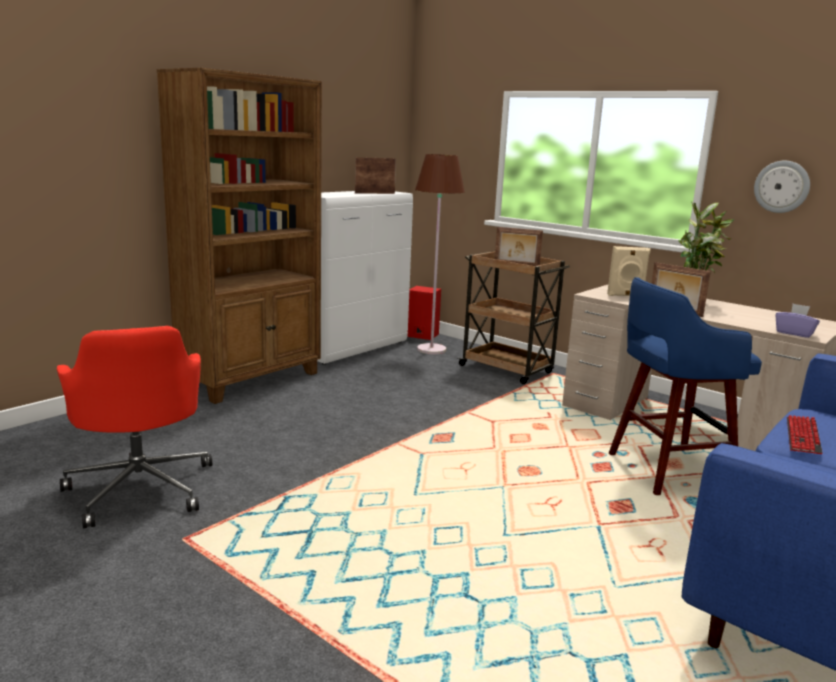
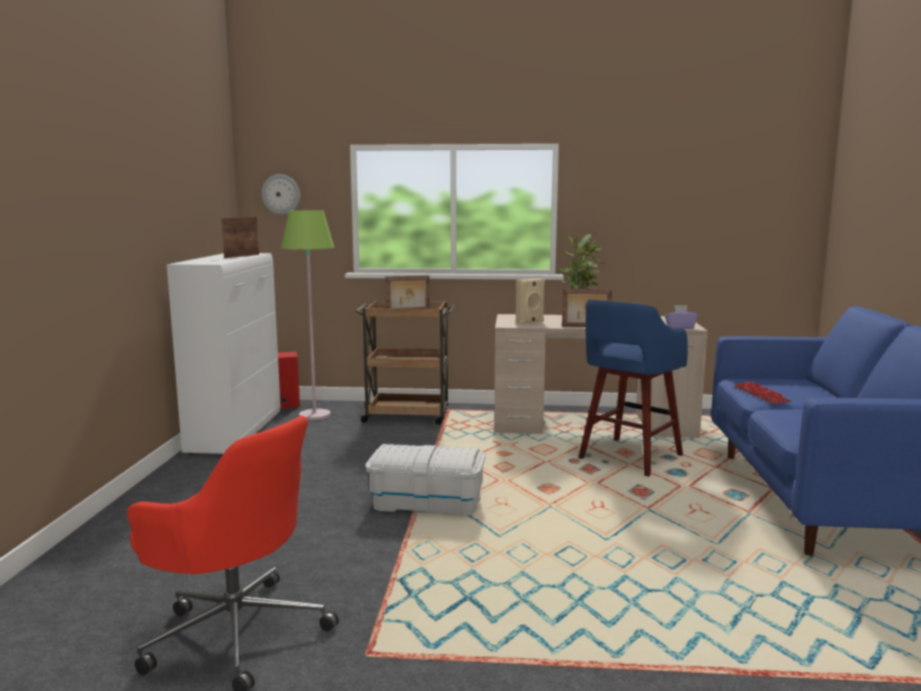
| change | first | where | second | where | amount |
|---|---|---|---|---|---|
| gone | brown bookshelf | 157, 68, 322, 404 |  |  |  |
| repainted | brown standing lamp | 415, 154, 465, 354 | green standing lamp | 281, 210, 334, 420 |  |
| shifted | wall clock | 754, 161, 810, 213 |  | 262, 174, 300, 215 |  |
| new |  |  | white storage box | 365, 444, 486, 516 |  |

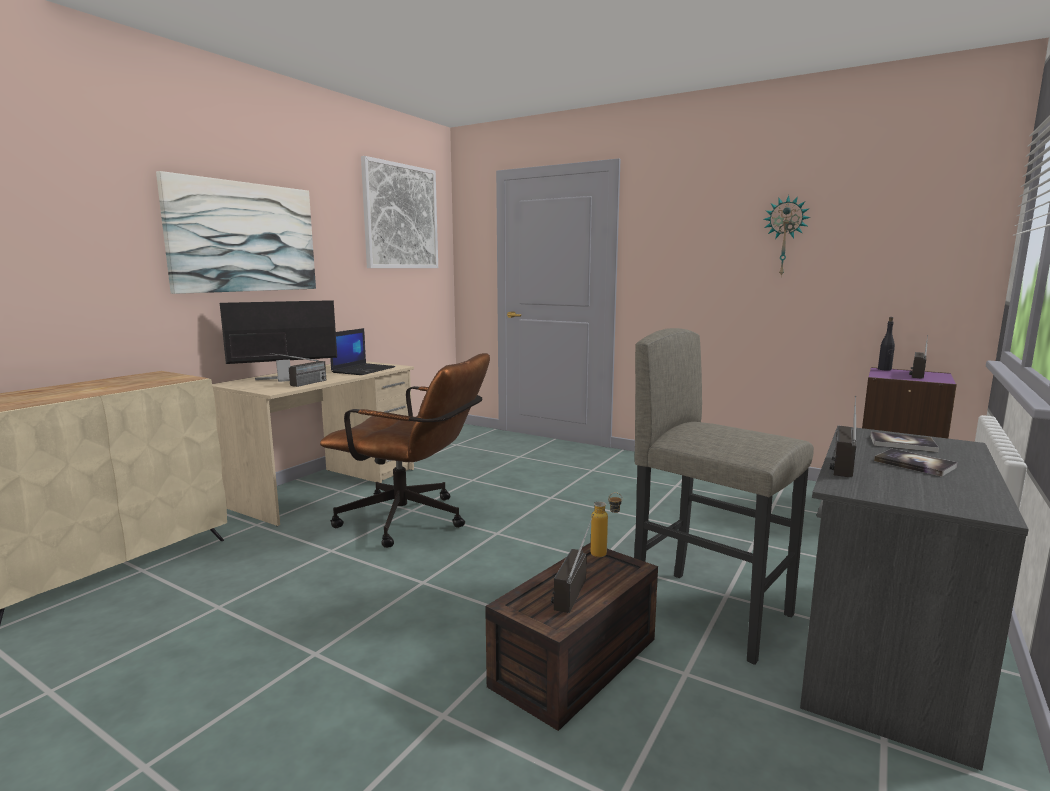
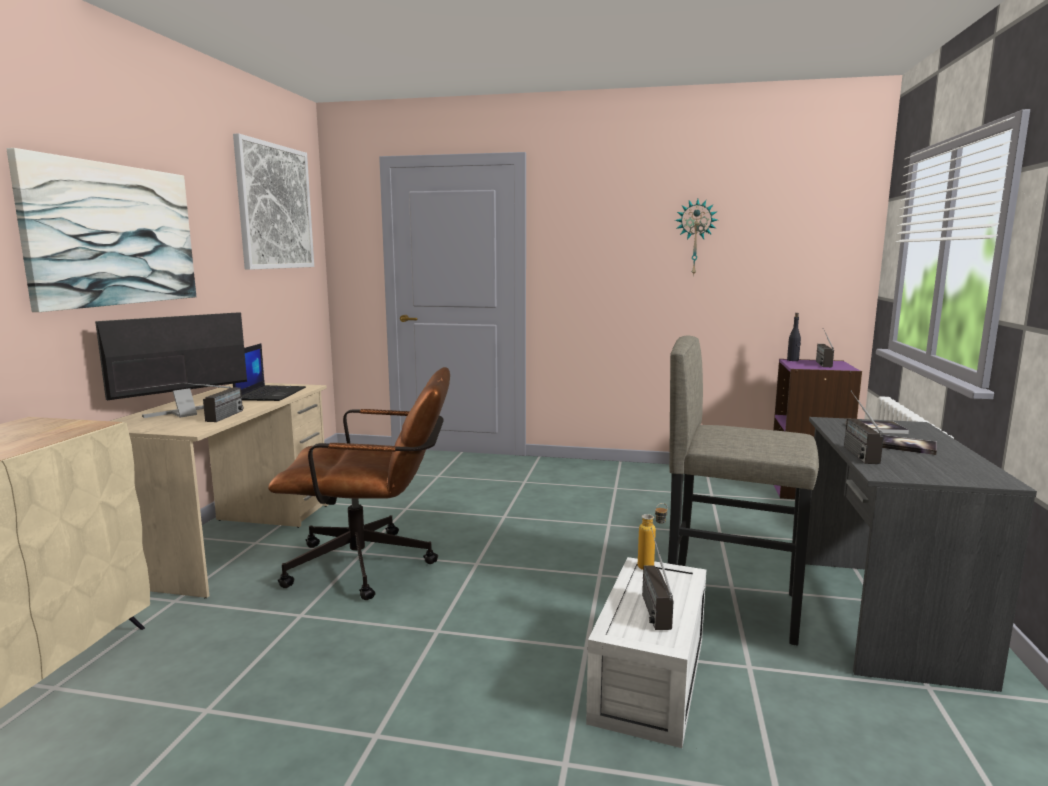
| change | first | where | second | where | amount |
|---|---|---|---|---|---|
| repainted | brown storage box | 485, 543, 658, 731 | white storage box | 586, 557, 706, 748 |  |

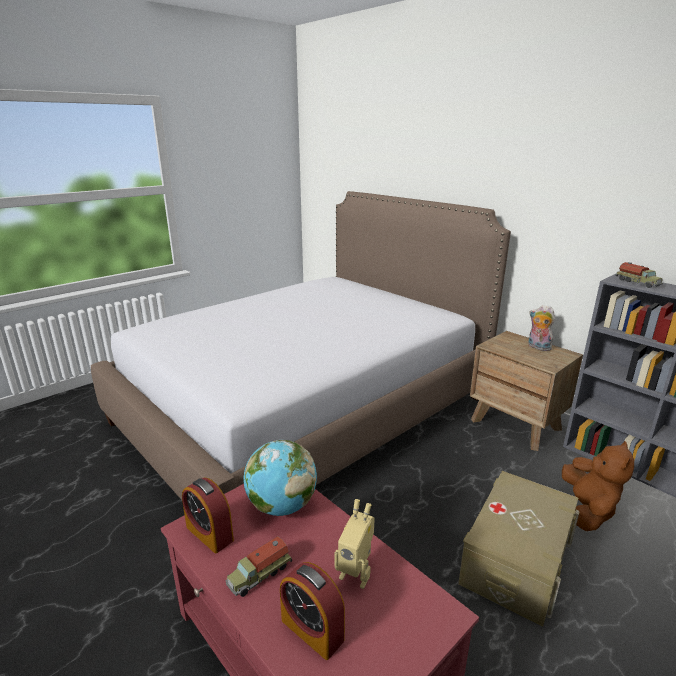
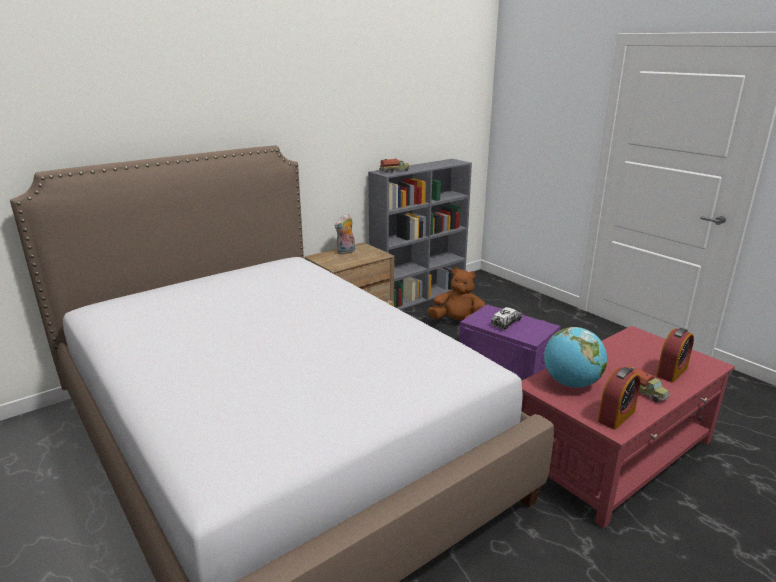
| change | first | where | second | where | amount |
|---|---|---|---|---|---|
| repainted | beige storage box | 458, 471, 579, 626 | purple-coloured storage box | 459, 304, 560, 379 |  |
| gone | model robot | 335, 499, 375, 589 |  |  |  |
| new |  |  | toy lorry | 491, 307, 522, 330 |  |

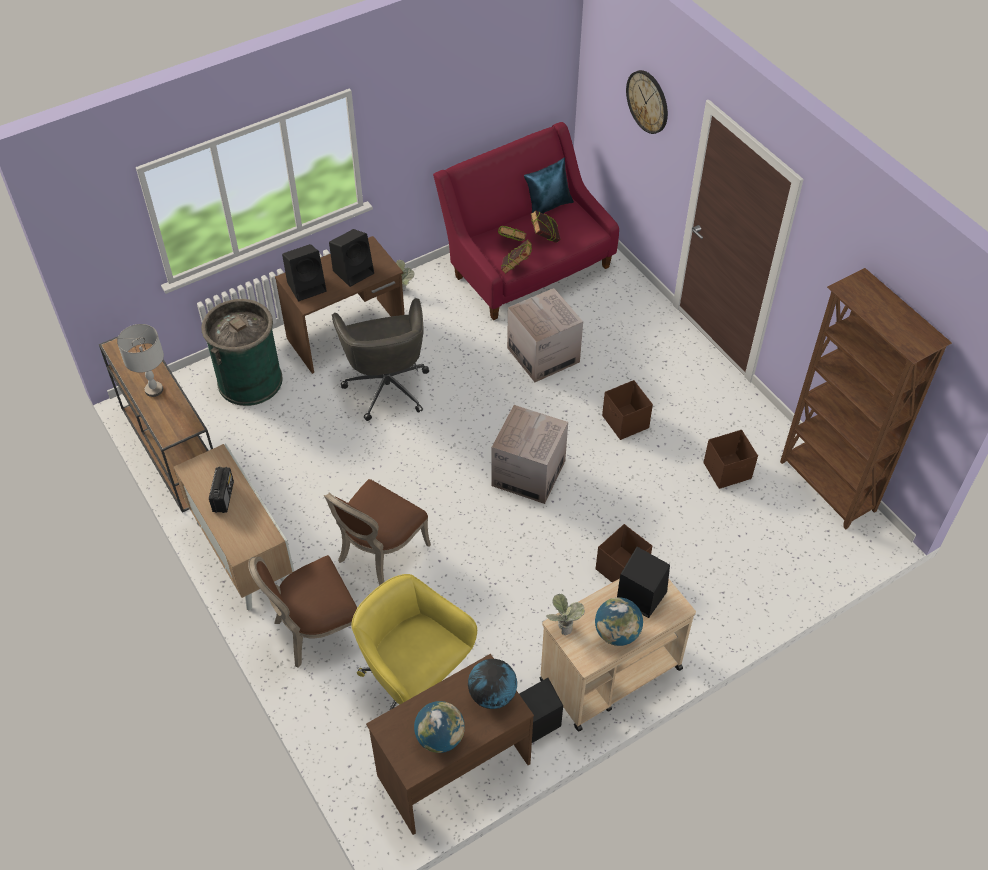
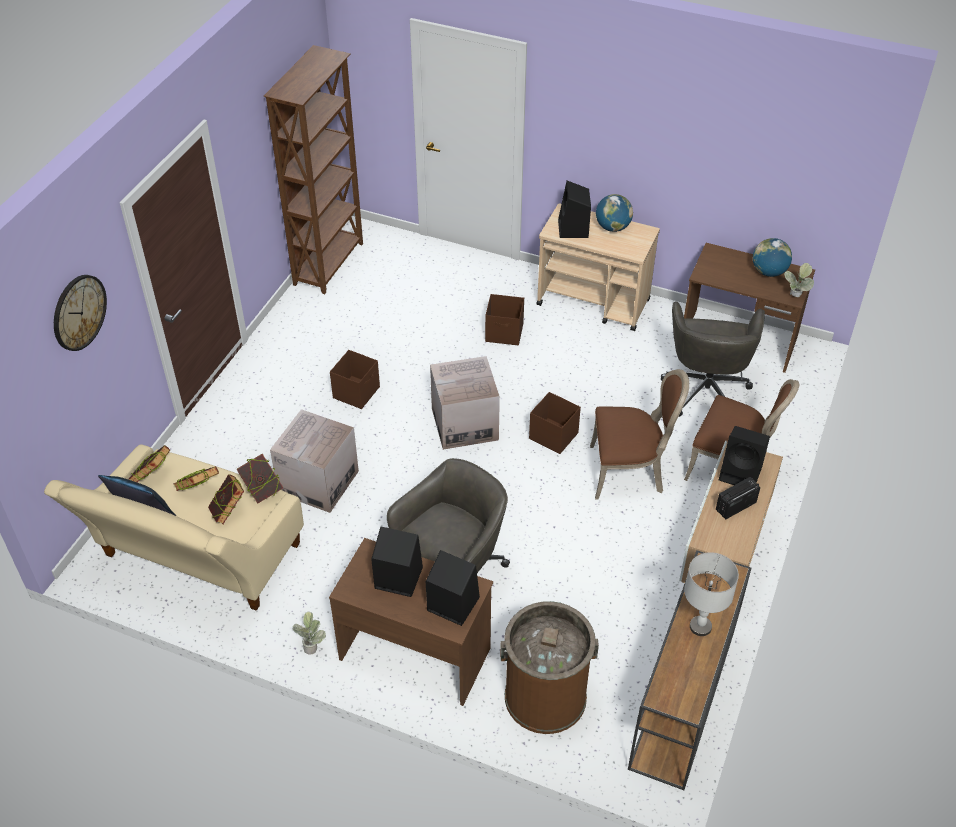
| change | first | where | second | where | amount |
|---|---|---|---|---|---|
| repainted | red-coloured couch | 433, 122, 619, 320 | beige couch | 44, 445, 304, 611 |  |
| repainted | green rubbish bin | 201, 299, 283, 406 | brown rubbish bin | 500, 601, 599, 734 |  |
| shifted | brown storage box | 704, 430, 758, 489 |  | 529, 392, 581, 454 |  |
| repainted | yellow-coloured desk chair | 351, 574, 477, 710 | gray desk chair | 661, 301, 765, 417 |  |
| shifted | houseplant | 546, 594, 585, 635 |  | 784, 263, 814, 297 |  |
| gone | globe | 468, 659, 517, 709 |  |  |  |
| shifted | blackish speaker | 519, 678, 563, 743 |  | 719, 426, 770, 485 |  |
| new |  |  | bound book | 129, 445, 170, 482 |  |

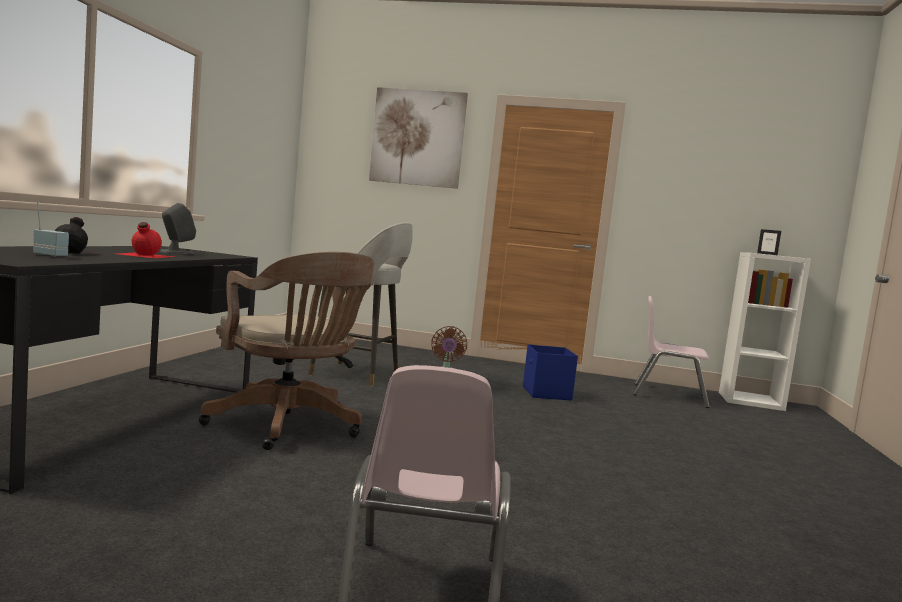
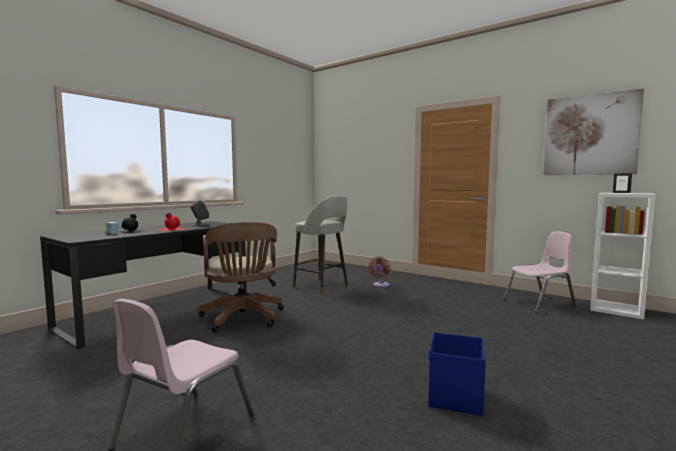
| change | first | where | second | where | amount |
|---|---|---|---|---|---|
| shifted | picture | 369, 87, 468, 189 |  | 543, 88, 644, 175 |  |
| rotated | pink upright chair | 633, 296, 710, 408 |  | 503, 231, 576, 313 | 120 degrees clockwise |
| shifted | bluish storage box | 523, 344, 578, 400 |  | 428, 332, 486, 416 |  |

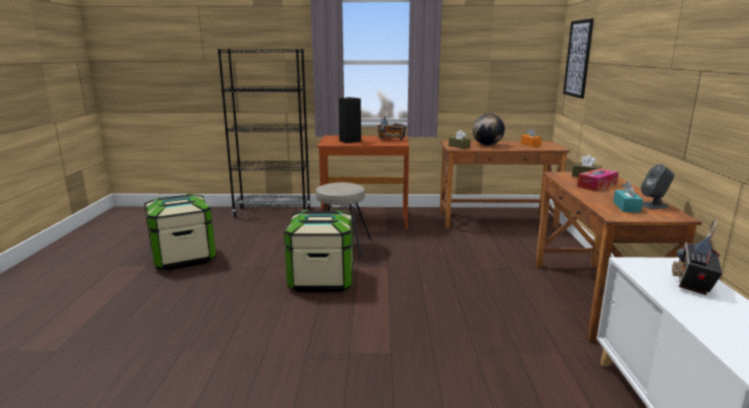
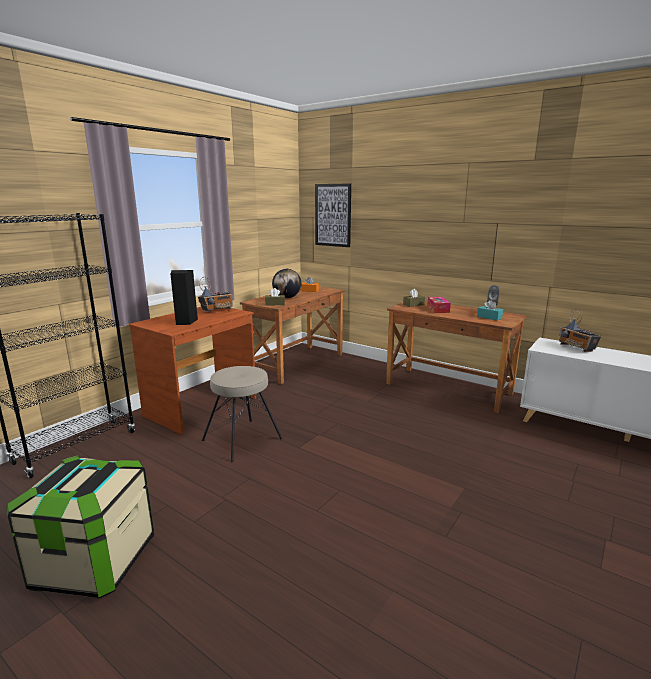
| change | first | where | second | where | amount |
|---|---|---|---|---|---|
| gone | storage box | 284, 210, 354, 292 |  |  |  |

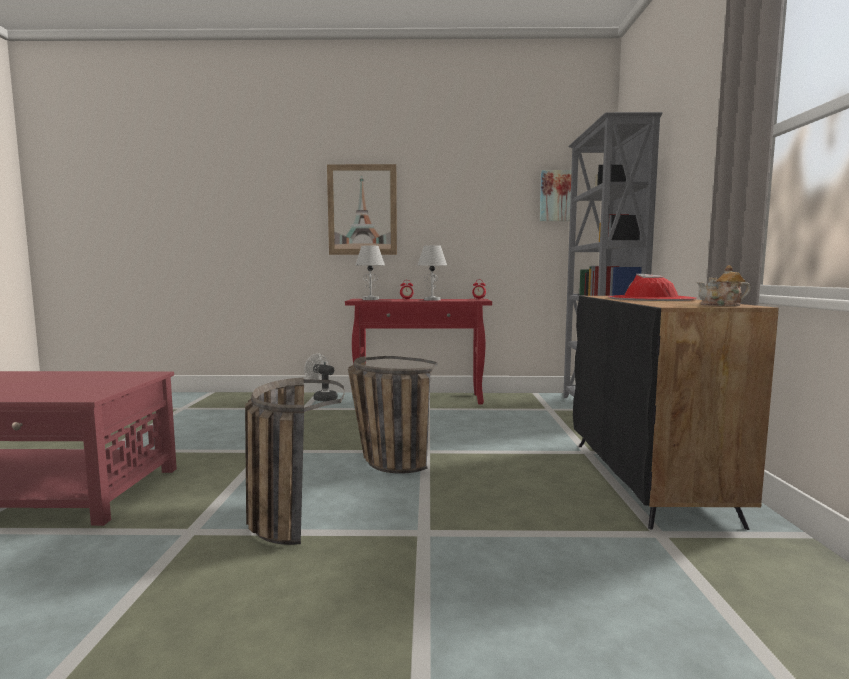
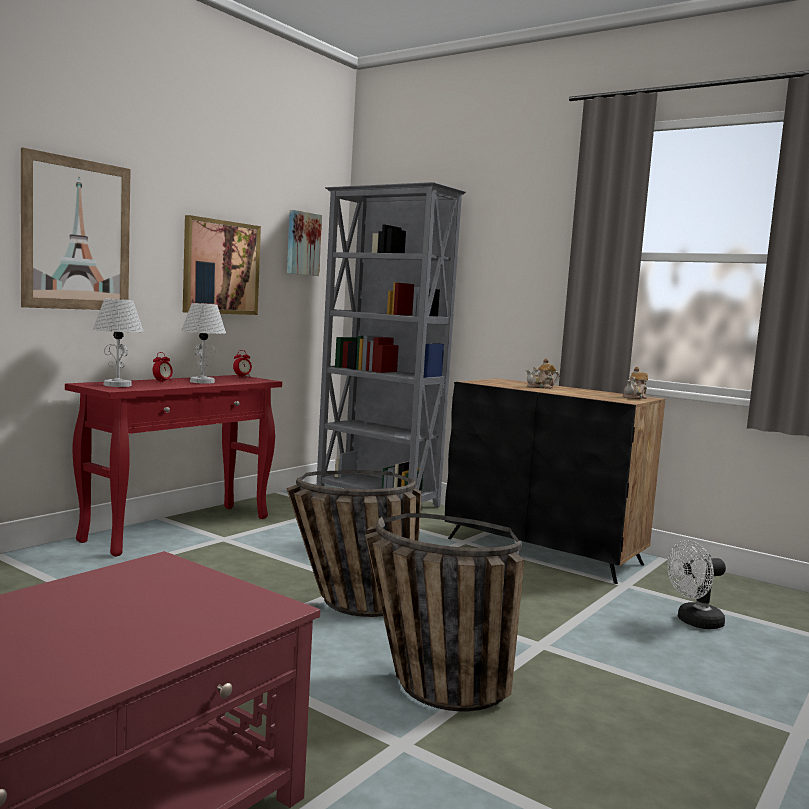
| change | first | where | second | where | amount |
|---|---|---|---|---|---|
| swapped | red-coloured hat | 608, 274, 697, 301 | teapot | 526, 358, 559, 389 |  |
| shifted | white fan | 304, 353, 338, 401 |  | 667, 540, 726, 629 |  |
| new |  |  | picture | 183, 215, 261, 315 |  |

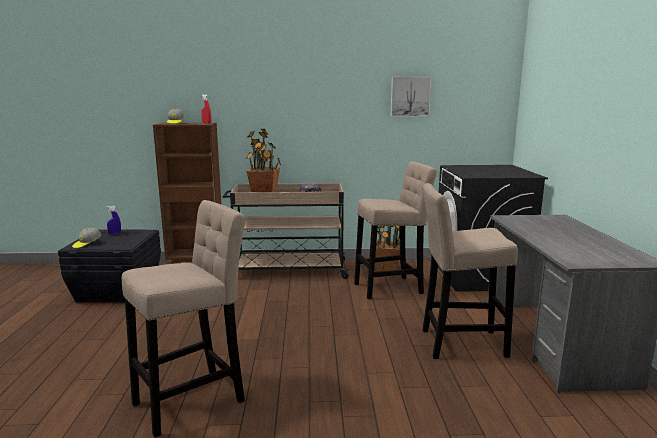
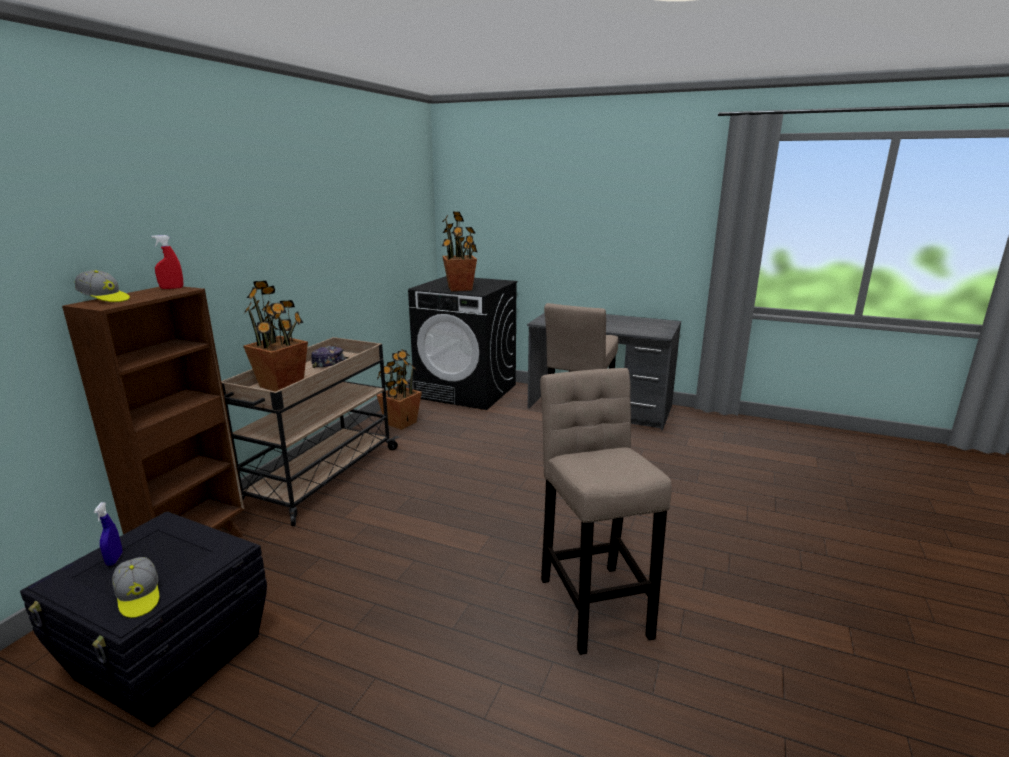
| change | first | where | second | where | amount |
|---|---|---|---|---|---|
| gone | picture | 391, 77, 432, 117 |  |  |  |
| gone | beige sitting stool | 354, 161, 437, 299 |  |  |  |
| new |  |  | houseplant | 442, 212, 478, 291 |  |

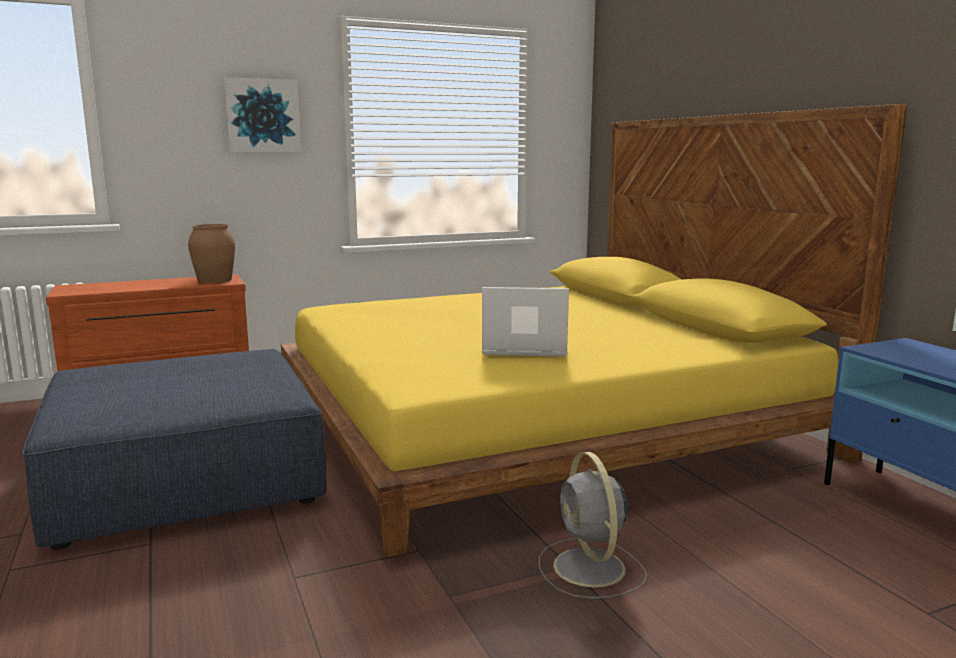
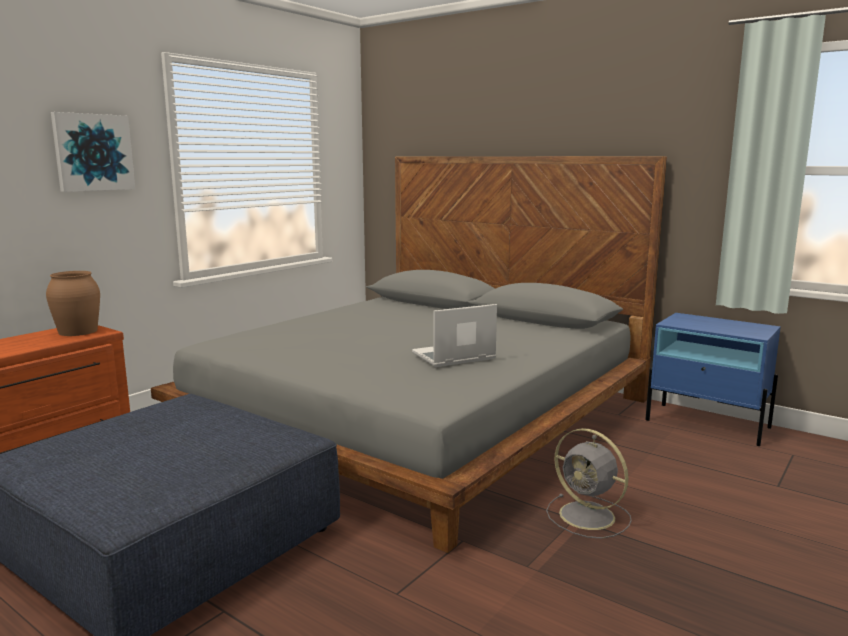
| change | first | where | second | where | amount |
|---|---|---|---|---|---|
| repainted | yellow-coloured bed | 281, 104, 907, 557 | gray bed | 151, 156, 667, 553 |  |

